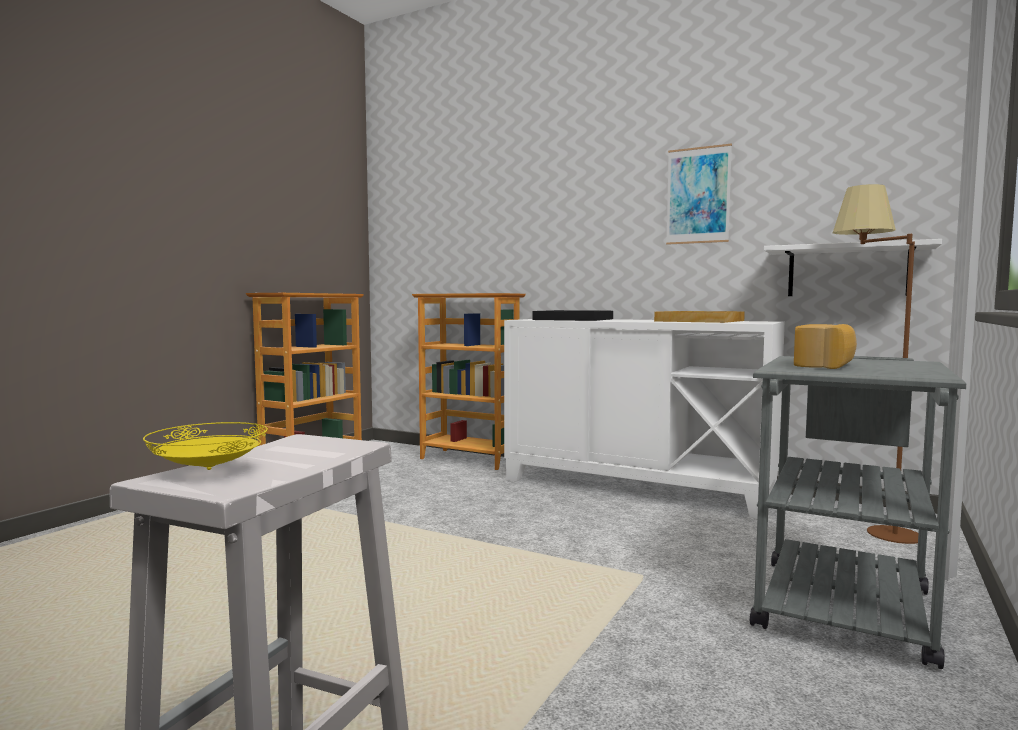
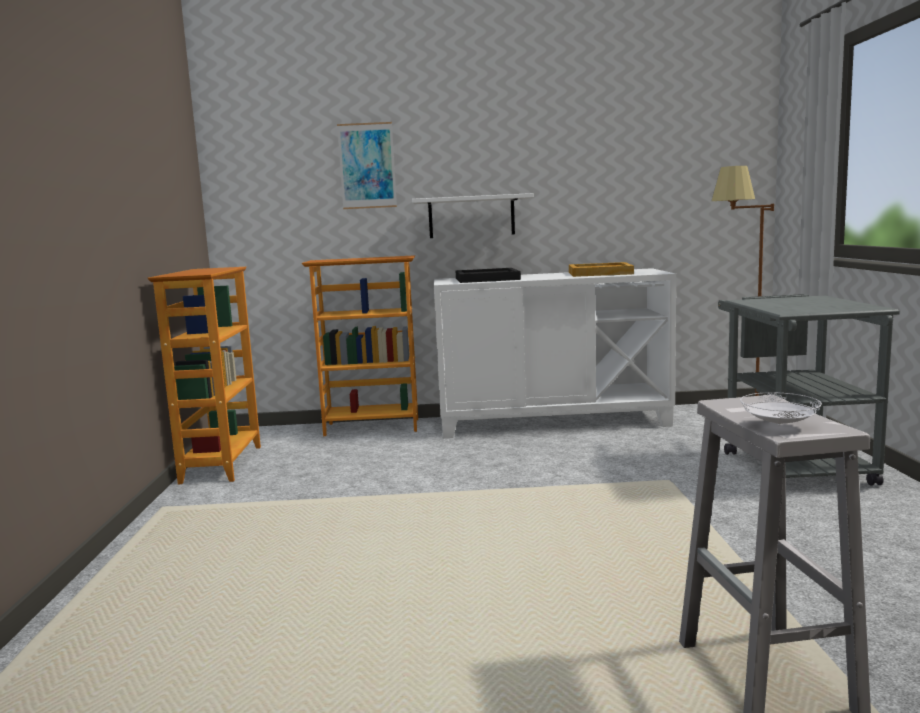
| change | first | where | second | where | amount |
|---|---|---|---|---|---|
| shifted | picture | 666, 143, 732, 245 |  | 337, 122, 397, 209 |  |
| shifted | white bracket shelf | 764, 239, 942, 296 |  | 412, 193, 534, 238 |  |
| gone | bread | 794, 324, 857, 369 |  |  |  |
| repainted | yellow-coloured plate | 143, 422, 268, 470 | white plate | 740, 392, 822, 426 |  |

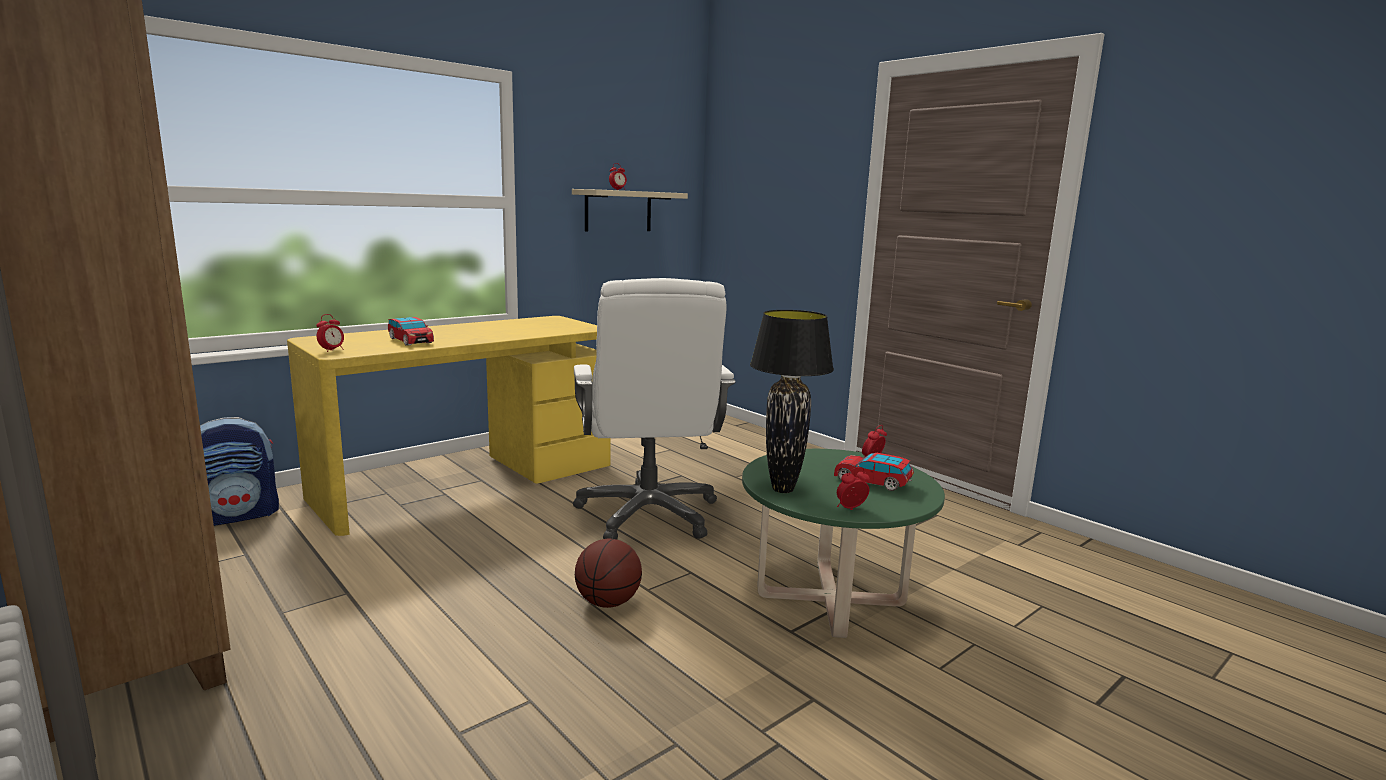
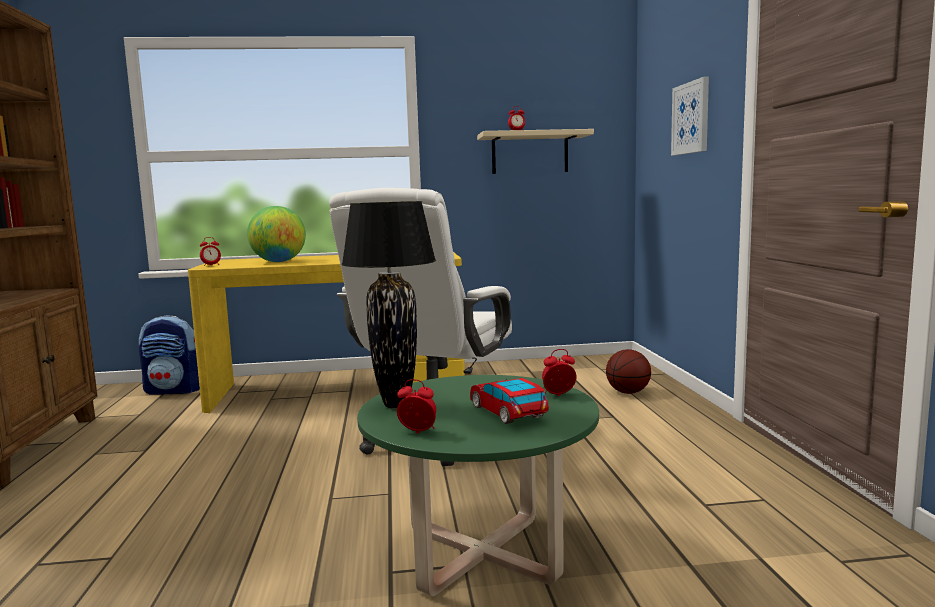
| change | first | where | second | where | amount |
|---|---|---|---|---|---|
| swapped | model car | 388, 317, 434, 346 | globe | 247, 206, 306, 262 |  |
| shifted | ball for basketball | 575, 539, 642, 608 |  | 606, 349, 651, 394 |  |
| new |  |  | picture | 671, 77, 709, 156 |  |

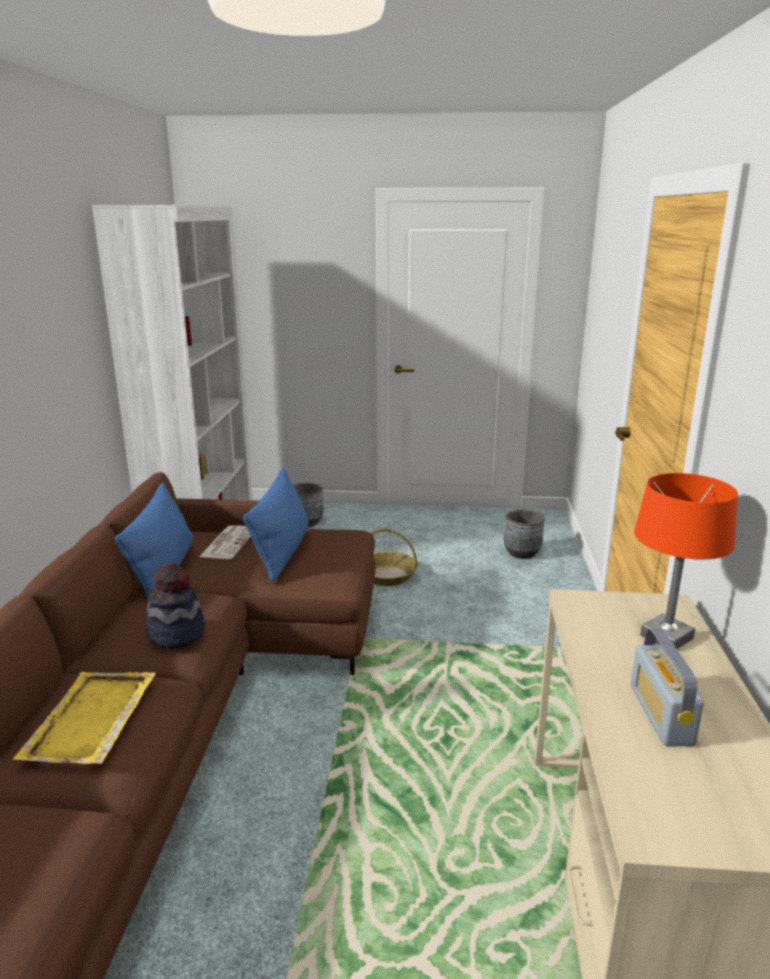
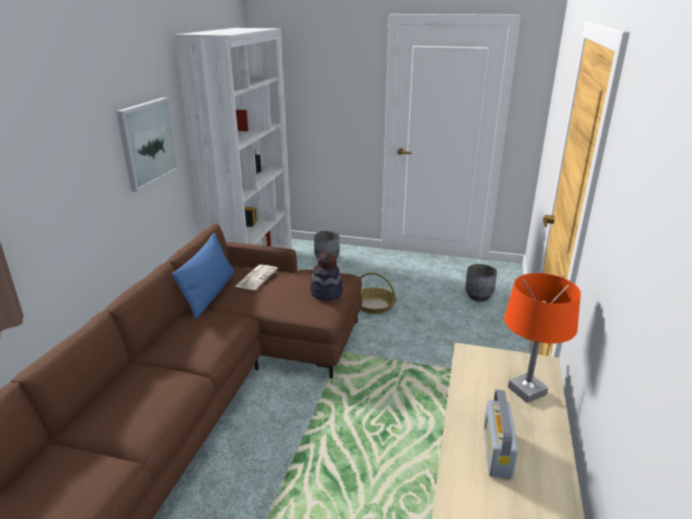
| change | first | where | second | where | amount |
|---|---|---|---|---|---|
| gone | bluish cushion | 243, 468, 309, 583 |  |  |  |
| shifted | hat | 147, 563, 205, 649 |  | 310, 252, 343, 300 |  |
| gone | yellow-coloured serving tray | 12, 672, 156, 764 |  |  |  |
| new |  |  | picture | 116, 97, 179, 192 |  |

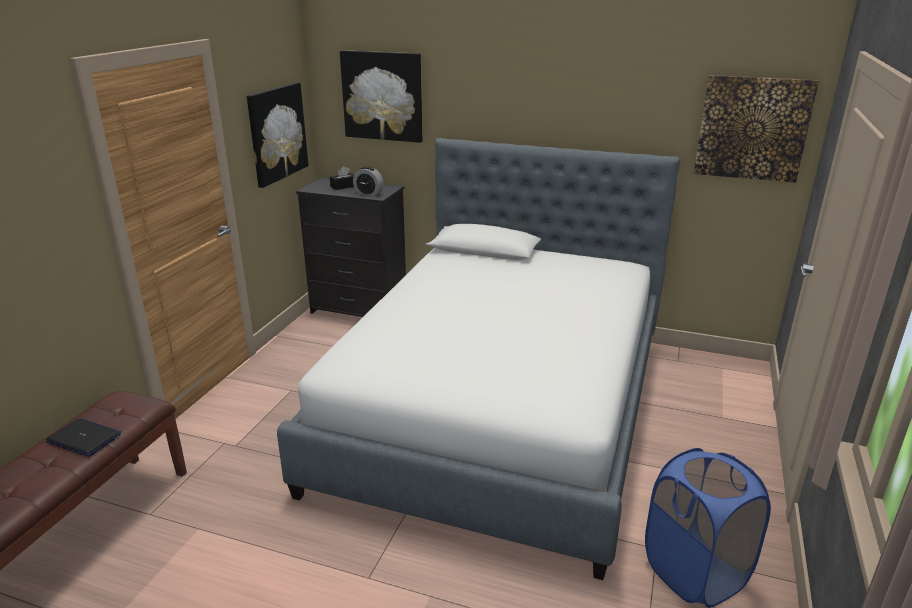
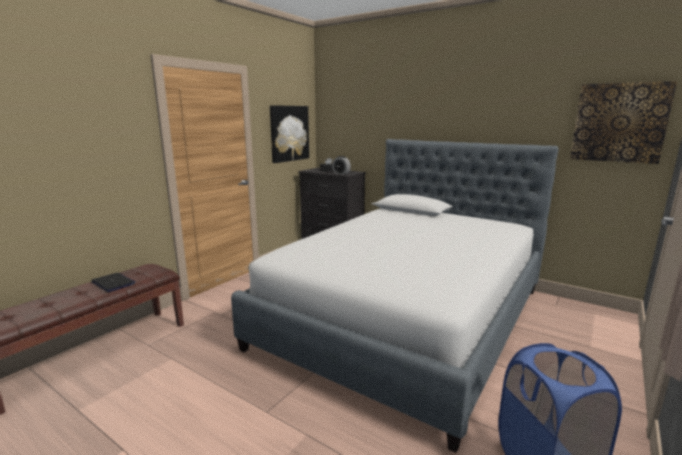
| change | first | where | second | where | amount |
|---|---|---|---|---|---|
| gone | picture | 340, 50, 422, 143 |  |  |  |

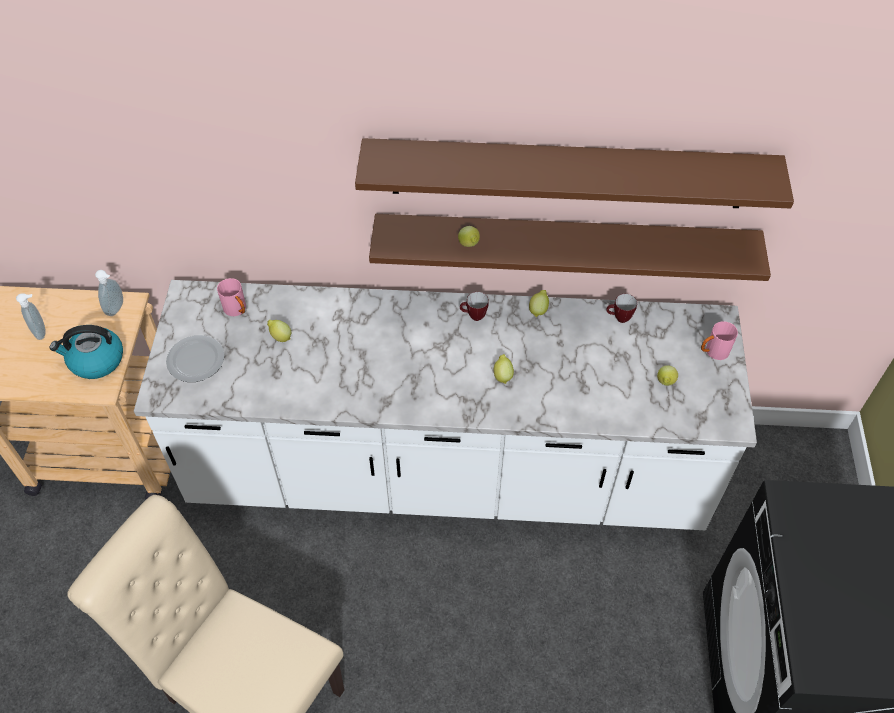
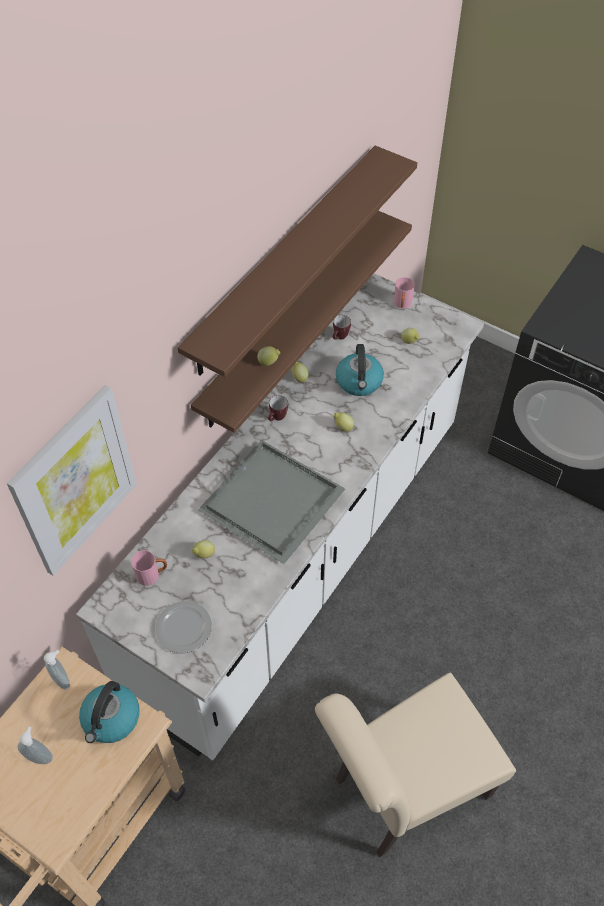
| change | first | where | second | where | amount |
|---|---|---|---|---|---|
| new |  |  | tea kettle | 336, 344, 384, 396 |  |
| new |  |  | picture | 7, 385, 137, 576 |  |
| new |  |  | gray serving tray | 198, 440, 345, 564 |  |

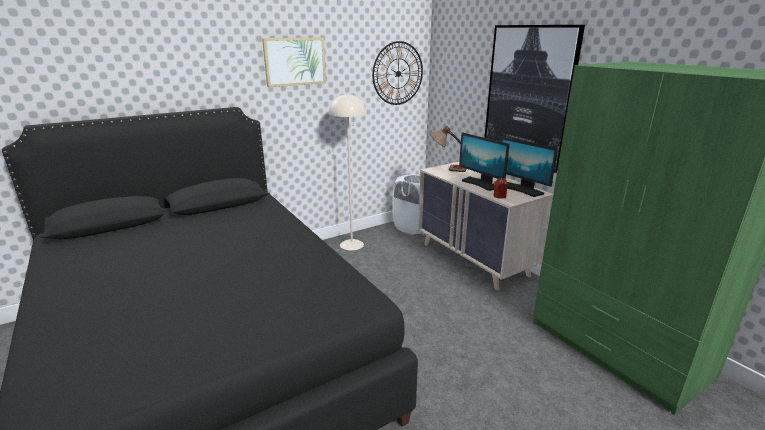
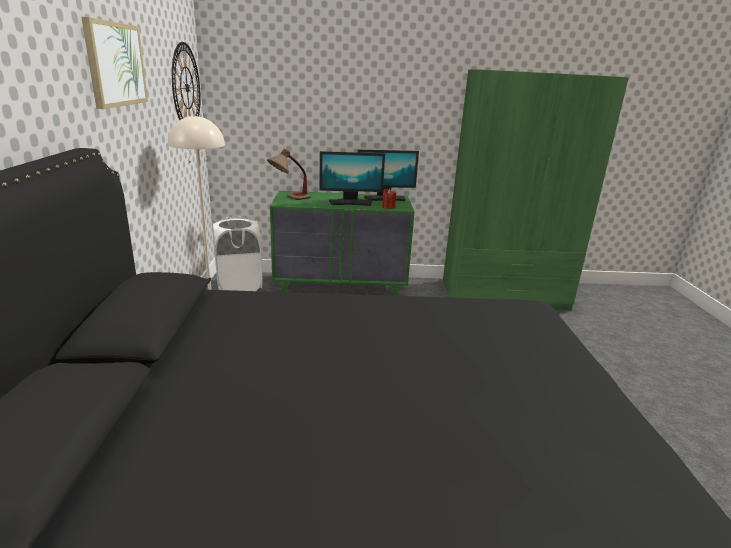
| change | first | where | second | where | amount |
|---|---|---|---|---|---|
| gone | picture | 484, 25, 585, 173 |  |  |  |
| repainted | beige chest of drawers | 418, 162, 553, 291 | green chest of drawers | 270, 191, 415, 296 |  |

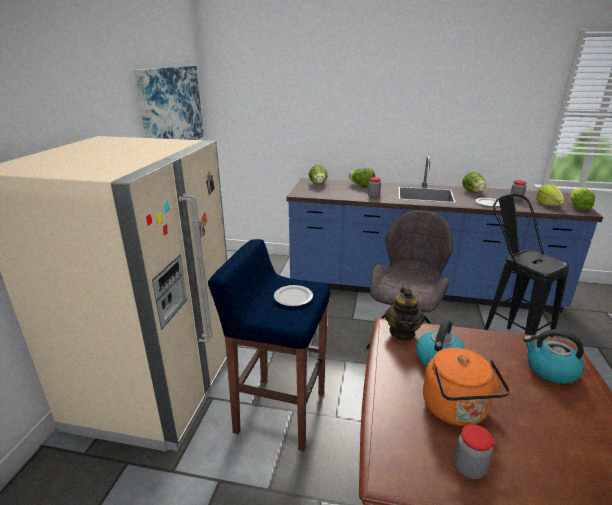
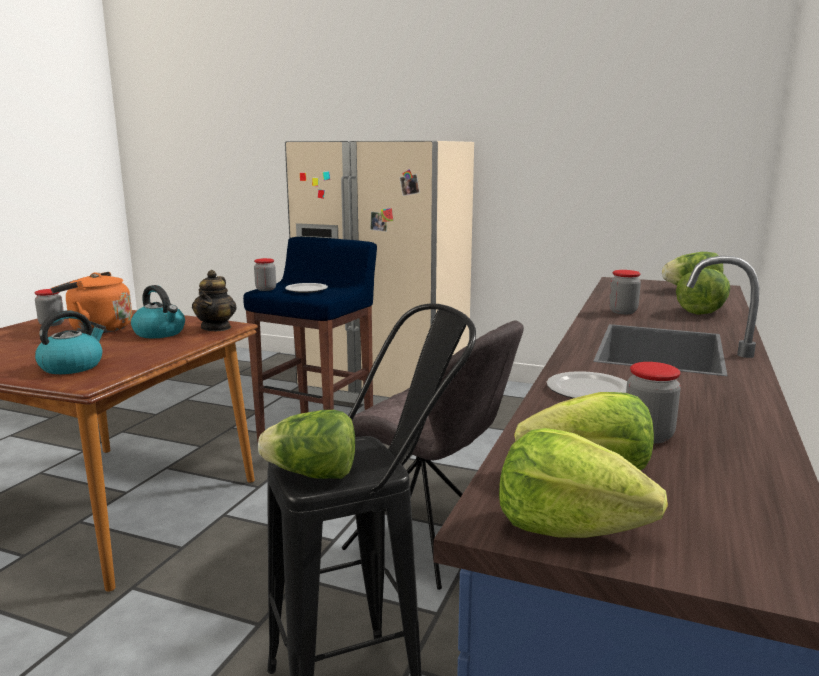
| change | first | where | second | where | amount |
|---|---|---|---|---|---|
| gone | picture | 134, 66, 204, 140 |  |  |  |
| shifted | lettuce head | 462, 172, 486, 193 |  | 258, 410, 355, 479 |  |
| rotated | teapot | 384, 286, 425, 341 |  | 192, 270, 237, 331 | 105 degrees counterclockwise |
| new |  |  | jar | 254, 258, 276, 291 |  |

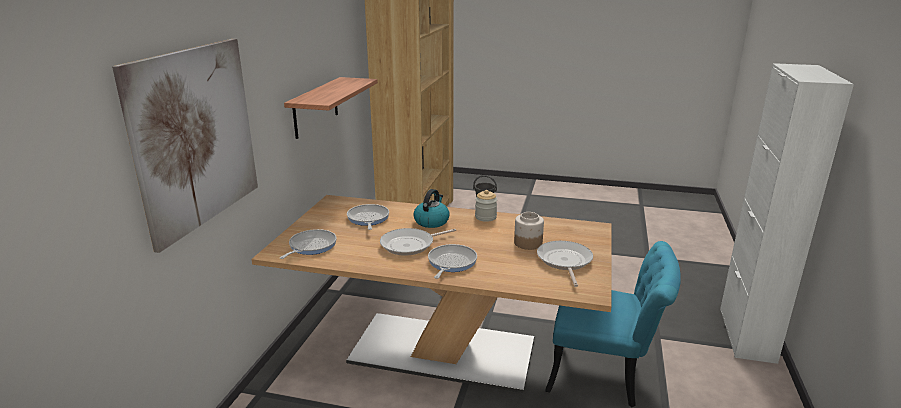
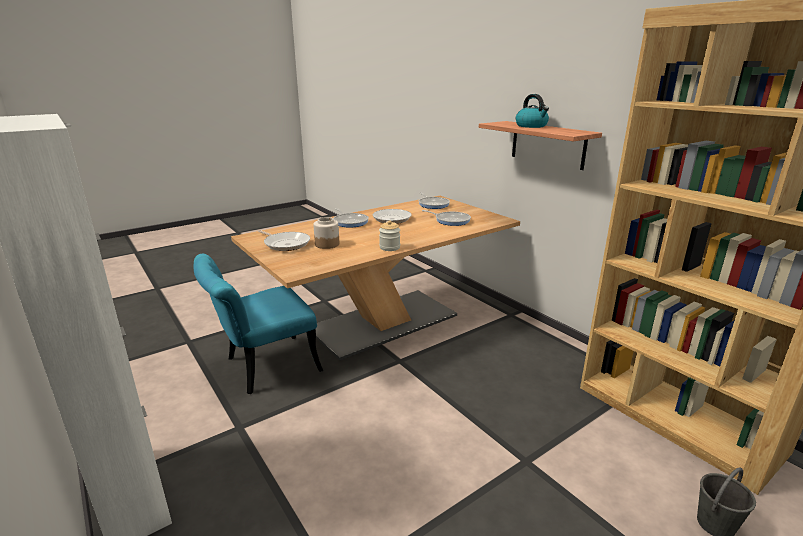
| change | first | where | second | where | amount |
|---|---|---|---|---|---|
| gone | picture | 112, 39, 258, 253 |  |  |  |
| shifted | tea kettle | 414, 189, 449, 228 |  | 516, 94, 549, 128 |  |

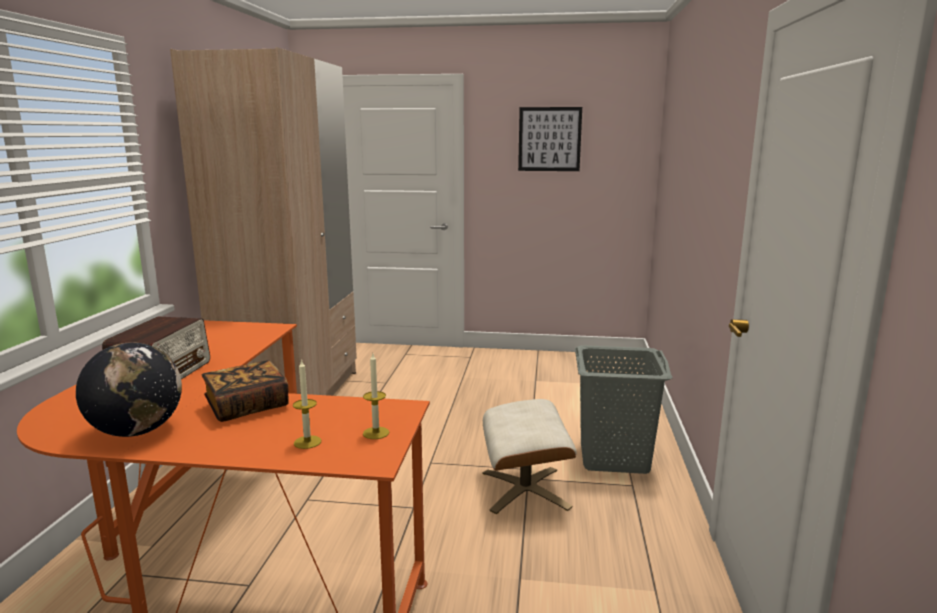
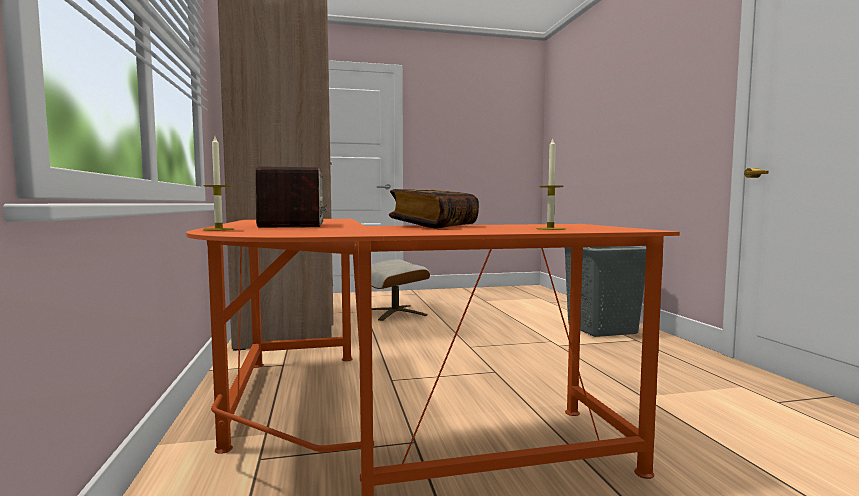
| change | first | where | second | where | amount |
|---|---|---|---|---|---|
| gone | picture | 518, 107, 582, 171 |  |  |  |
| gone | globe | 76, 342, 182, 437 |  |  |  |
| shifted | candle | 363, 354, 389, 439 |  | 203, 137, 234, 231 |  |
| shifted | beige footrest | 483, 399, 577, 514 |  | 371, 259, 430, 321 |  |

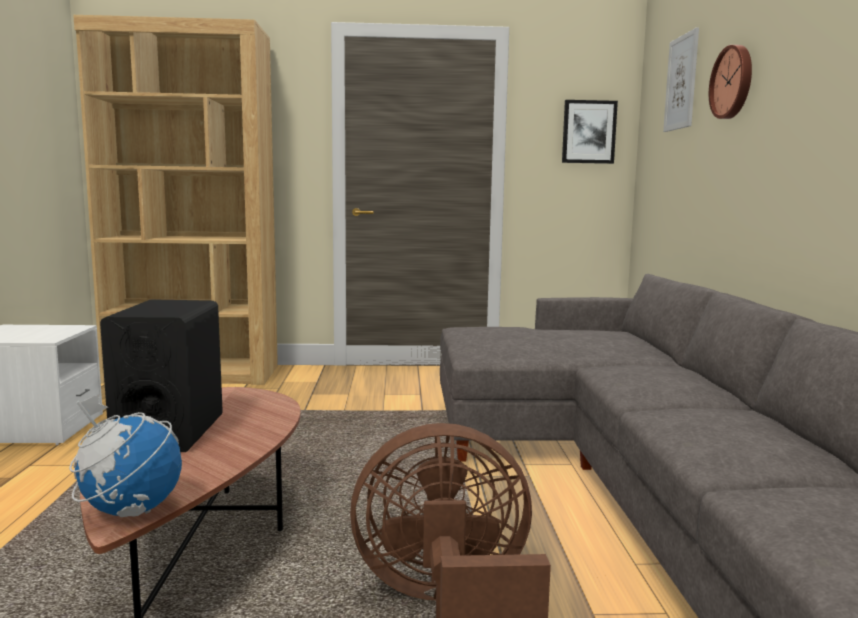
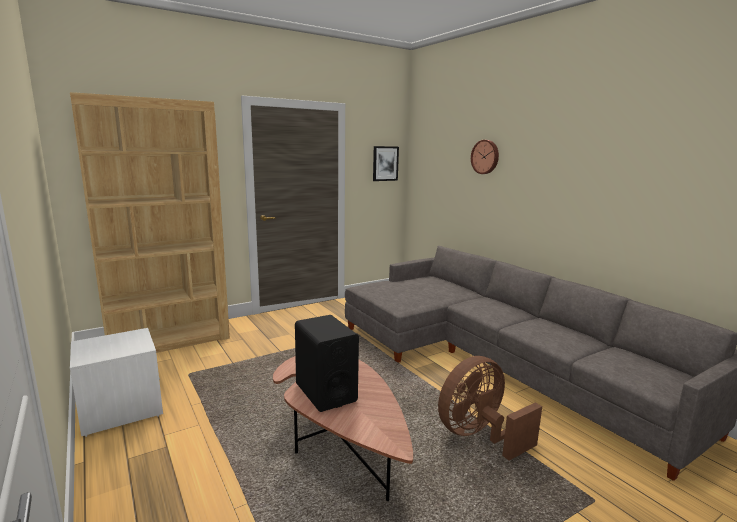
| change | first | where | second | where | amount |
|---|---|---|---|---|---|
| gone | picture | 663, 27, 699, 132 |  |  |  |
| gone | globe | 69, 394, 182, 517 |  |  |  |

